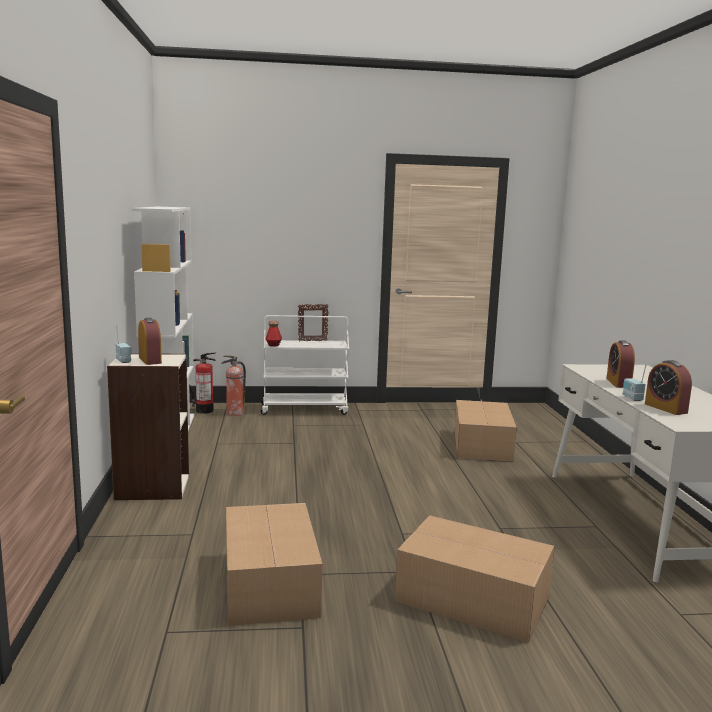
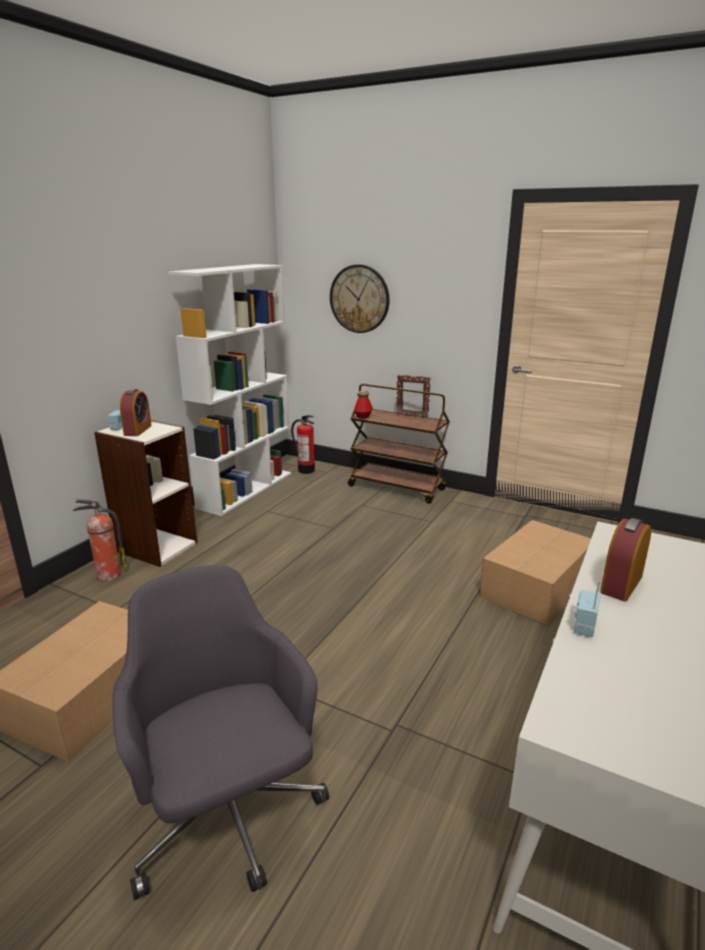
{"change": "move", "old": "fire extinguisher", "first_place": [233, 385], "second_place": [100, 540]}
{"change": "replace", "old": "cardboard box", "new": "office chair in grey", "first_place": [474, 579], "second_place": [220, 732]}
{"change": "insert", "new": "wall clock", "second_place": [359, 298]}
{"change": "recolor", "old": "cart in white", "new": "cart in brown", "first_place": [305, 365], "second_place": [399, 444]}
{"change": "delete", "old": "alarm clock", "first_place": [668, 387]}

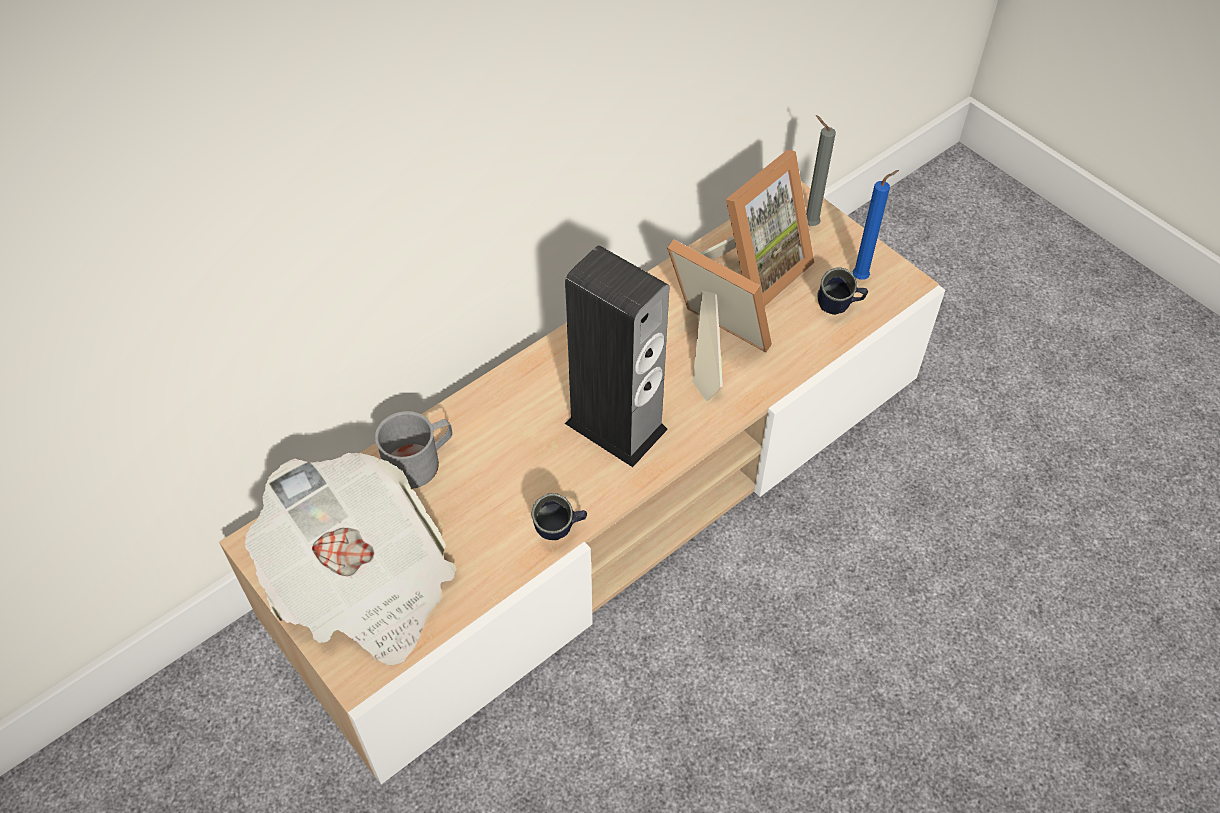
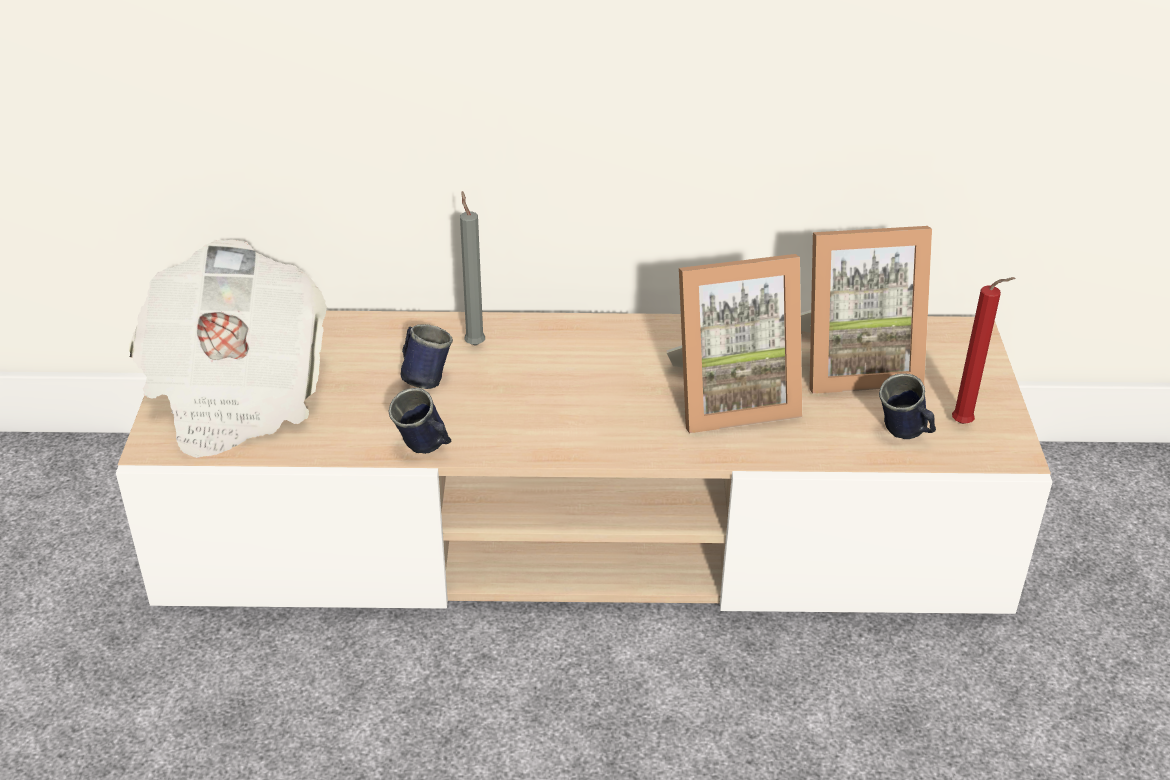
{"change": "insert", "new": "mug in blue", "second_place": [426, 356]}
{"change": "move", "old": "candle in grey", "first_place": [821, 170], "second_place": [472, 268]}
{"change": "rotate", "old": "picture frame", "first_place": [719, 320], "second_place": [734, 343], "degrees": 90}
{"change": "recolor", "old": "candle in blue", "new": "candle in red", "first_place": [876, 225], "second_place": [983, 350]}
{"change": "delete", "old": "mug in grey", "first_place": [414, 450]}
{"change": "delete", "old": "speaker", "first_place": [616, 356]}

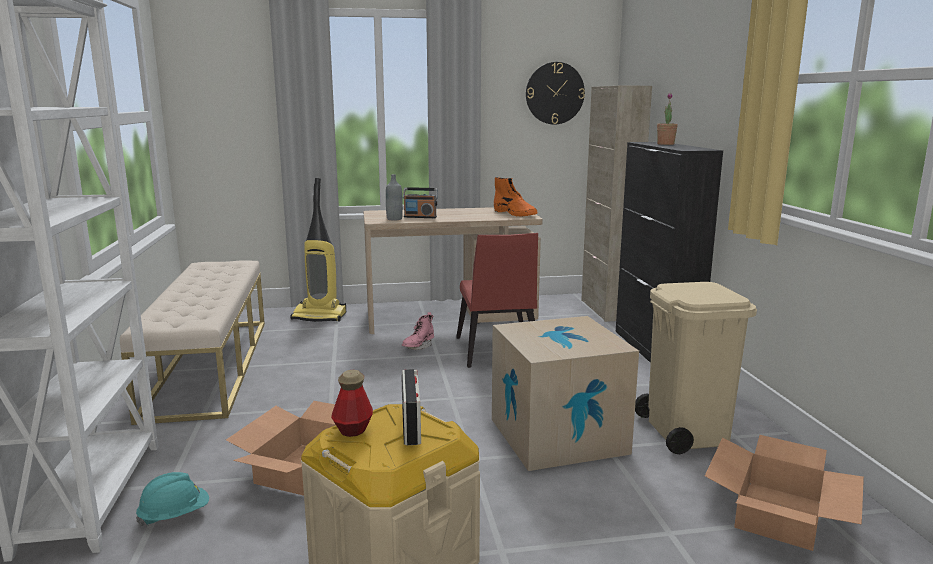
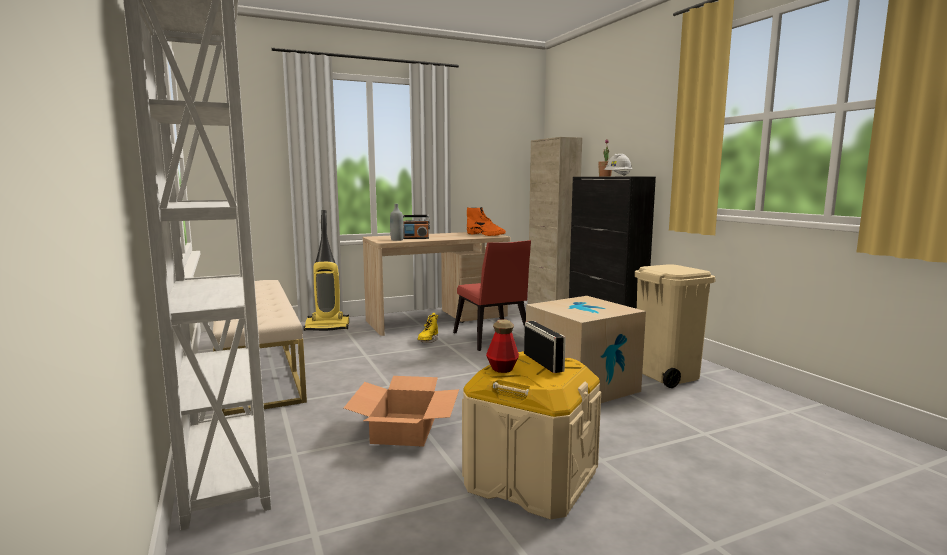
{"change": "recolor", "old": "boot in pink", "new": "boot in yellow", "first_place": [418, 331], "second_place": [427, 328]}
{"change": "insert", "new": "hard hat in white", "second_place": [618, 165]}
{"change": "delete", "old": "hard hat in turquoise", "first_place": [172, 499]}
{"change": "delete", "old": "wall clock", "first_place": [555, 93]}
{"change": "delete", "old": "cardboard box", "first_place": [784, 493]}

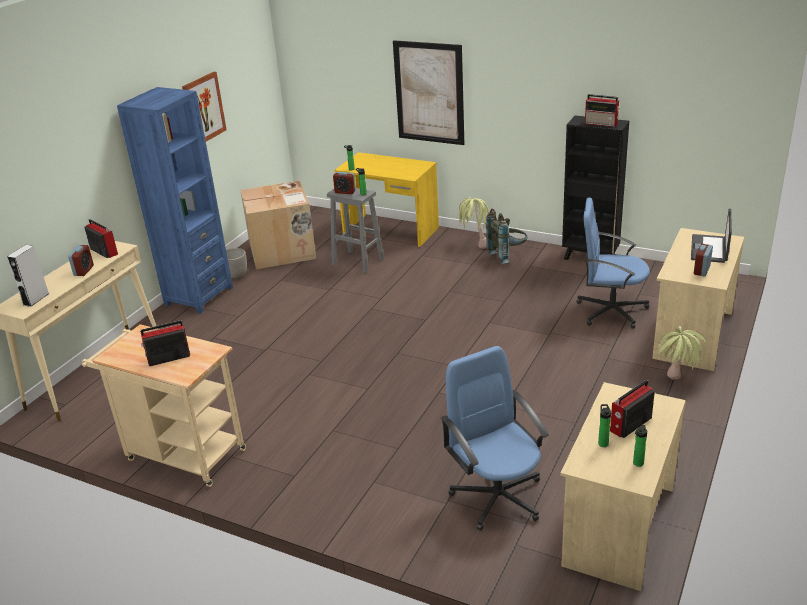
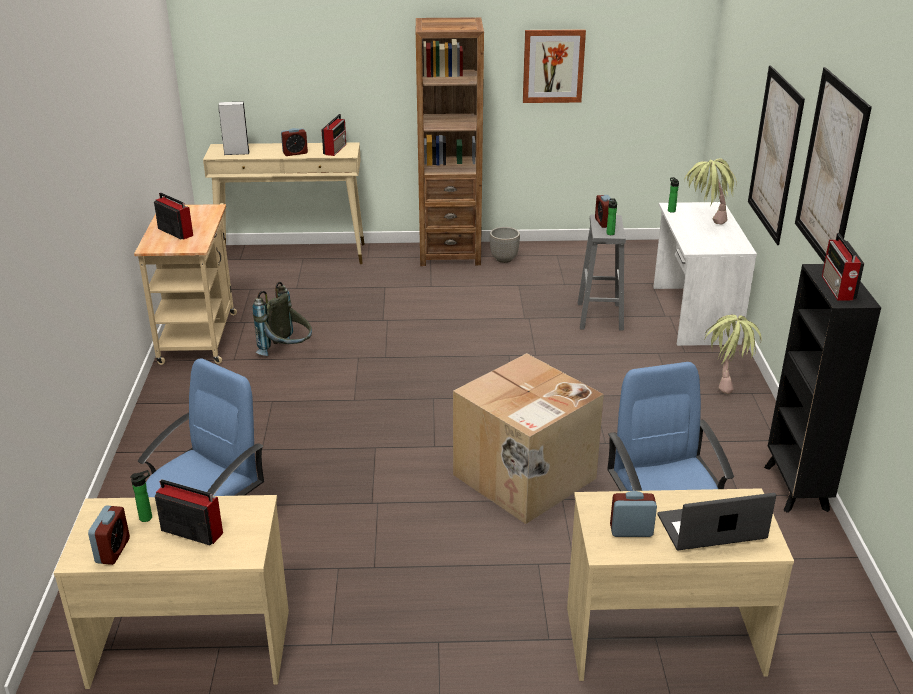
{"change": "replace", "old": "bottle", "new": "alarm clock", "first_place": [640, 446], "second_place": [109, 535]}
{"change": "move", "old": "backpack in grey", "first_place": [507, 236], "second_place": [282, 319]}
{"change": "recolor", "old": "bookcase in blue", "new": "bookcase in brown", "first_place": [175, 200], "second_place": [450, 142]}
{"change": "move", "old": "cardboard box", "first_place": [278, 225], "second_place": [528, 438]}
{"change": "recolor", "old": "desk in yellow", "new": "desk in white", "first_place": [386, 199], "second_place": [705, 274]}
{"change": "move", "old": "potted plant", "first_place": [682, 353], "second_place": [710, 191]}
{"change": "insert", "new": "picture", "second_place": [833, 164]}

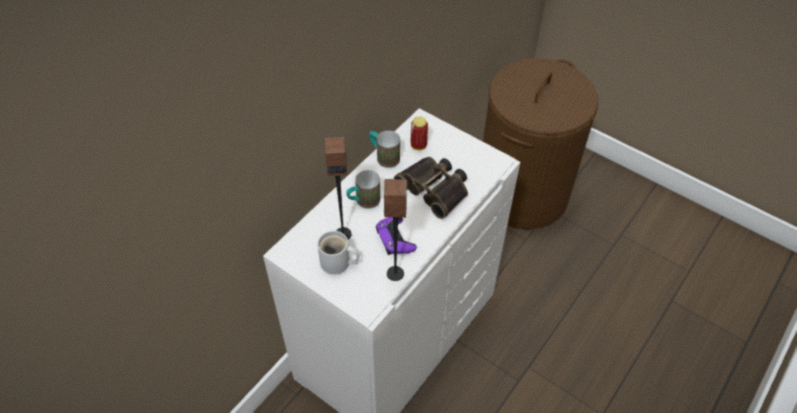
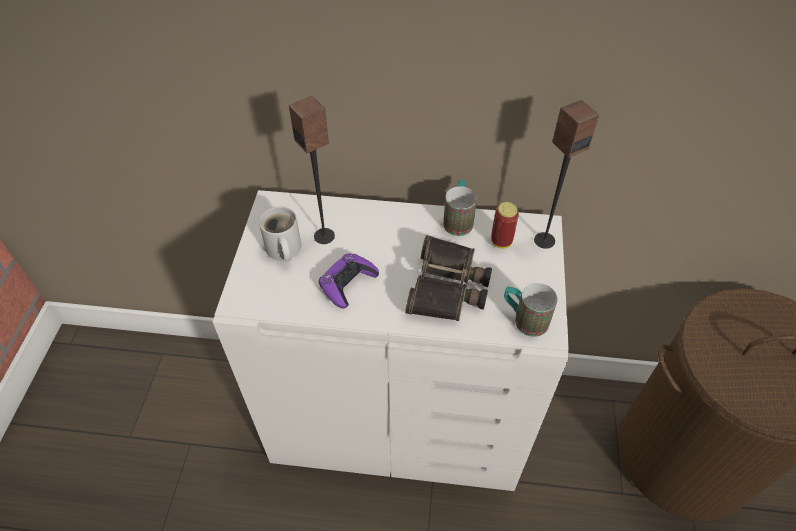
{"change": "move", "old": "mug", "first_place": [363, 189], "second_place": [530, 310]}
{"change": "move", "old": "speaker", "first_place": [395, 230], "second_place": [566, 174]}

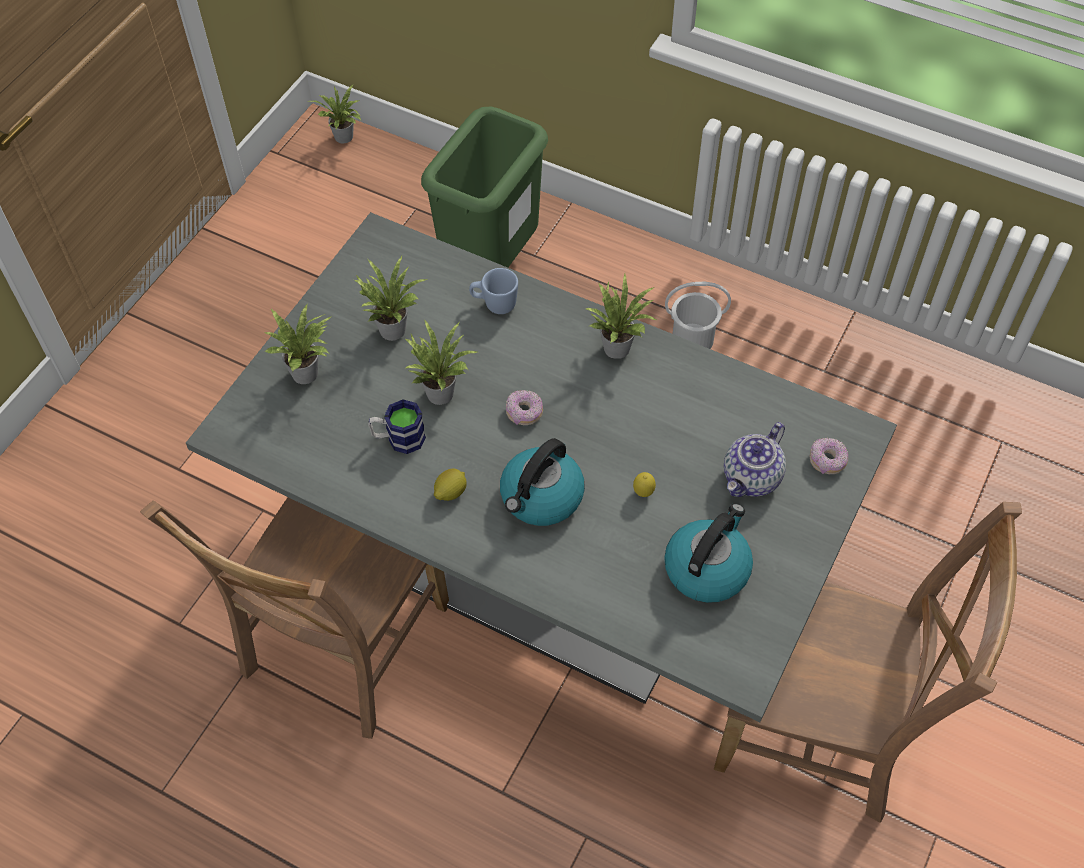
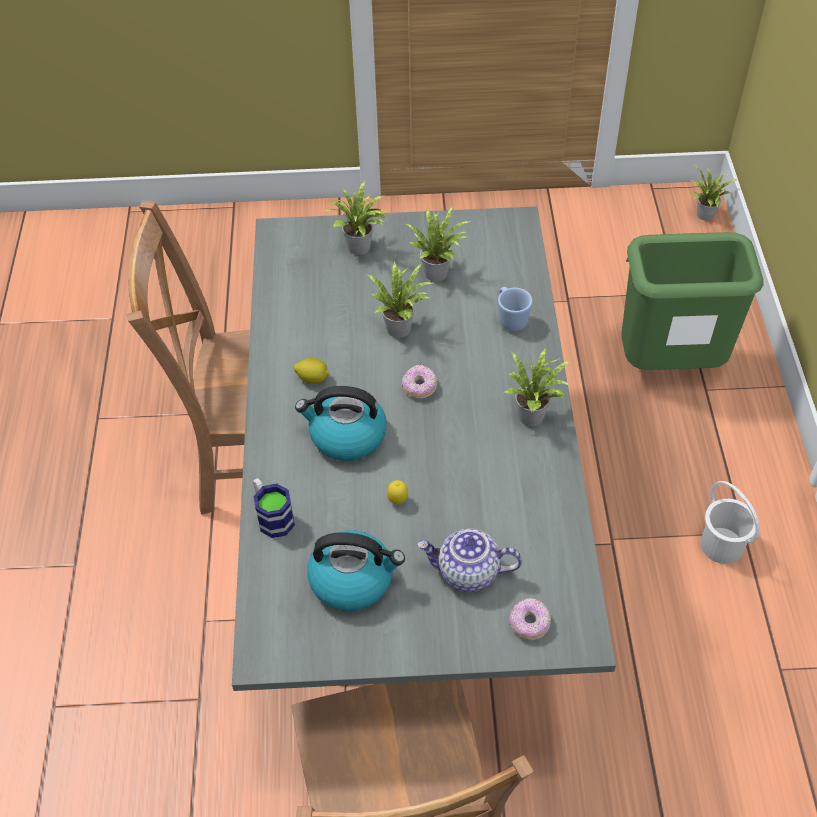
{"change": "move", "old": "mug", "first_place": [397, 427], "second_place": [274, 508]}

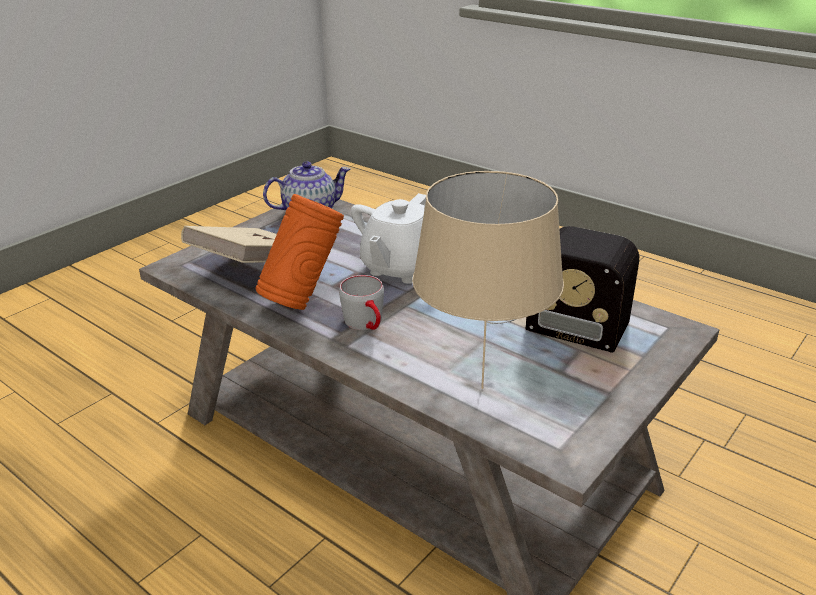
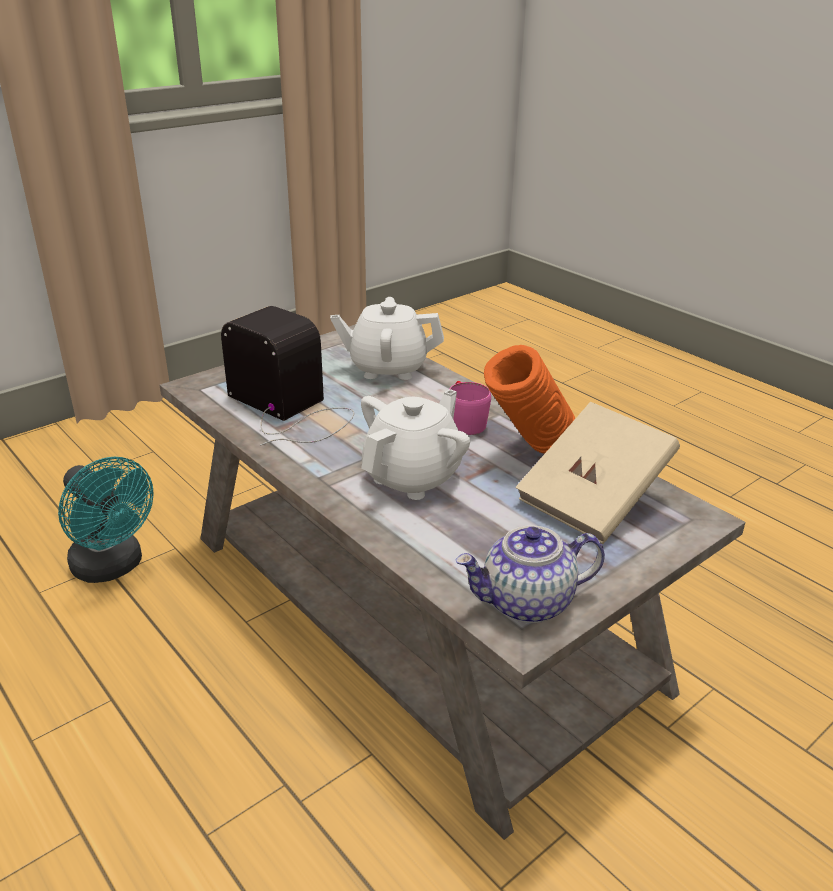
{"change": "insert", "new": "fan in turquoise", "second_place": [106, 520]}
{"change": "replace", "old": "table lamp in beige", "new": "teapot in white", "first_place": [488, 280], "second_place": [387, 338]}
{"change": "recolor", "old": "mug in grey", "new": "mug in pink", "first_place": [361, 302], "second_place": [470, 408]}

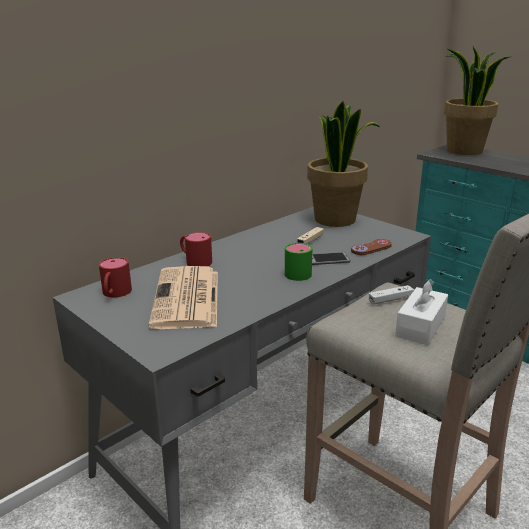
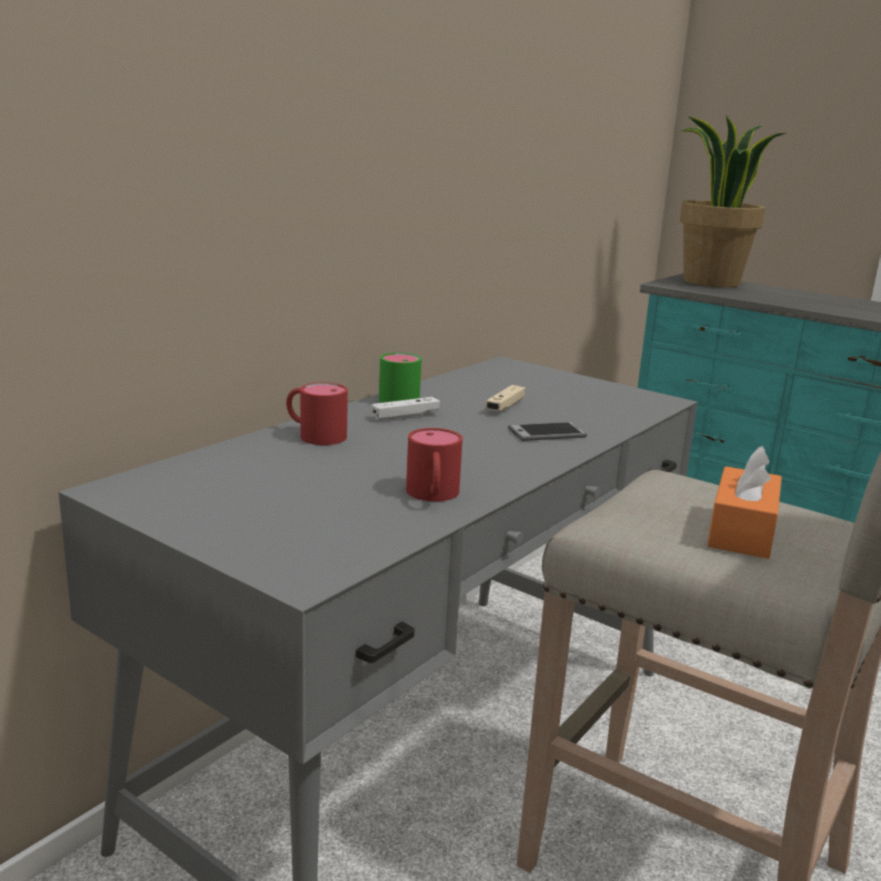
{"change": "move", "old": "game controller in white", "first_place": [391, 295], "second_place": [406, 409]}
{"change": "move", "old": "mug in green", "first_place": [299, 262], "second_place": [400, 378]}
{"change": "move", "old": "mug in red", "first_place": [115, 277], "second_place": [434, 465]}
{"change": "recolor", "old": "tissue box in white", "new": "tissue box in orange", "first_place": [421, 312], "second_place": [744, 502]}
{"change": "delete", "old": "newspaper", "first_place": [183, 297]}
{"change": "delete", "old": "potted plant", "first_place": [343, 164]}
{"change": "delete", "old": "game controller in brown", "first_place": [371, 247]}

